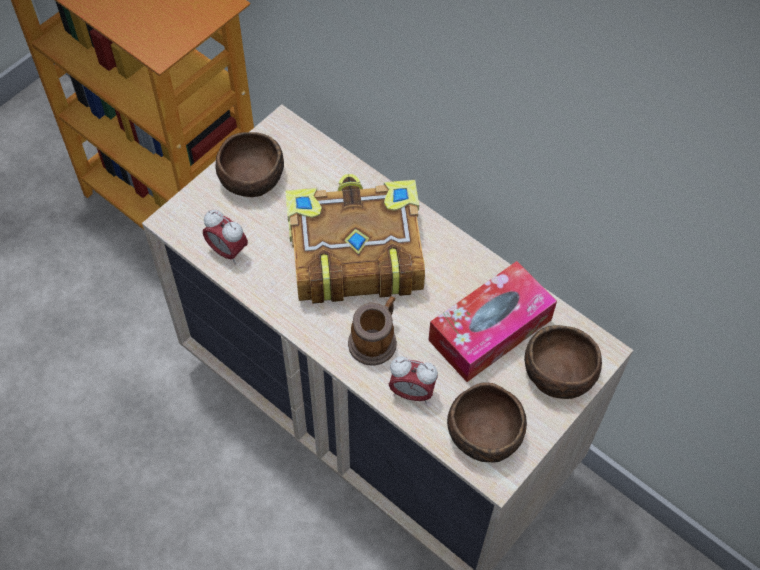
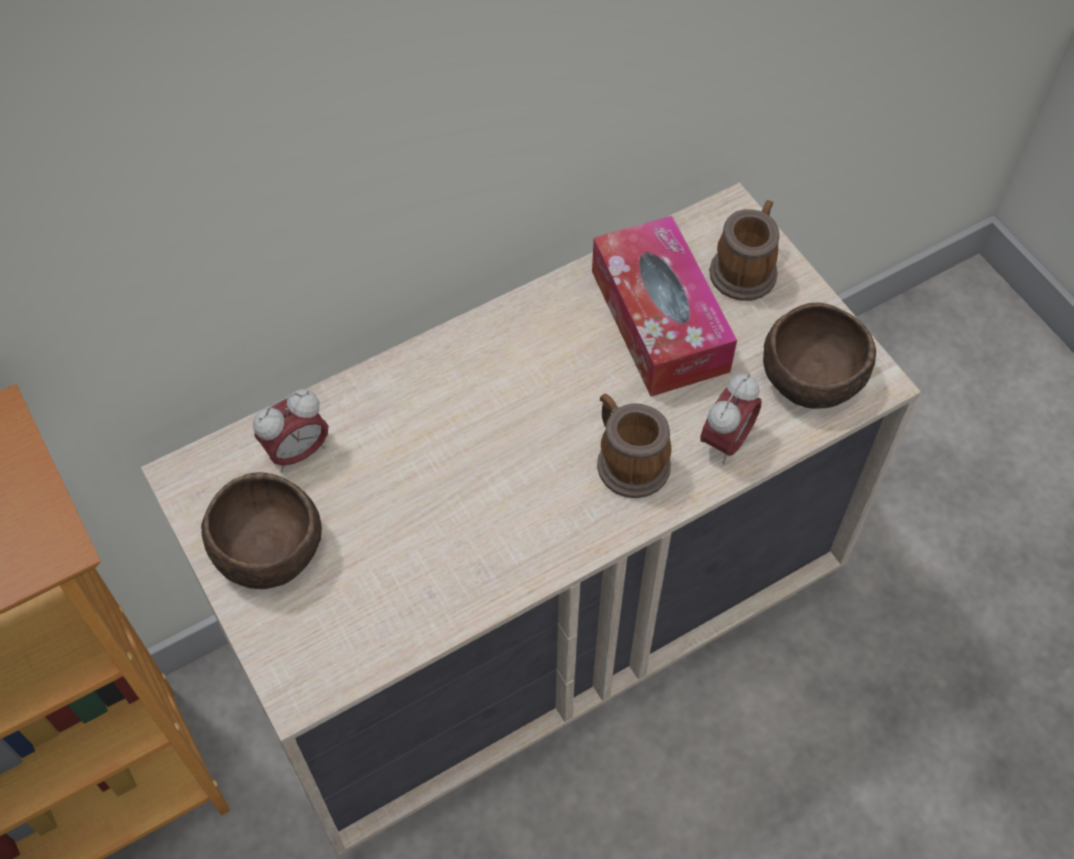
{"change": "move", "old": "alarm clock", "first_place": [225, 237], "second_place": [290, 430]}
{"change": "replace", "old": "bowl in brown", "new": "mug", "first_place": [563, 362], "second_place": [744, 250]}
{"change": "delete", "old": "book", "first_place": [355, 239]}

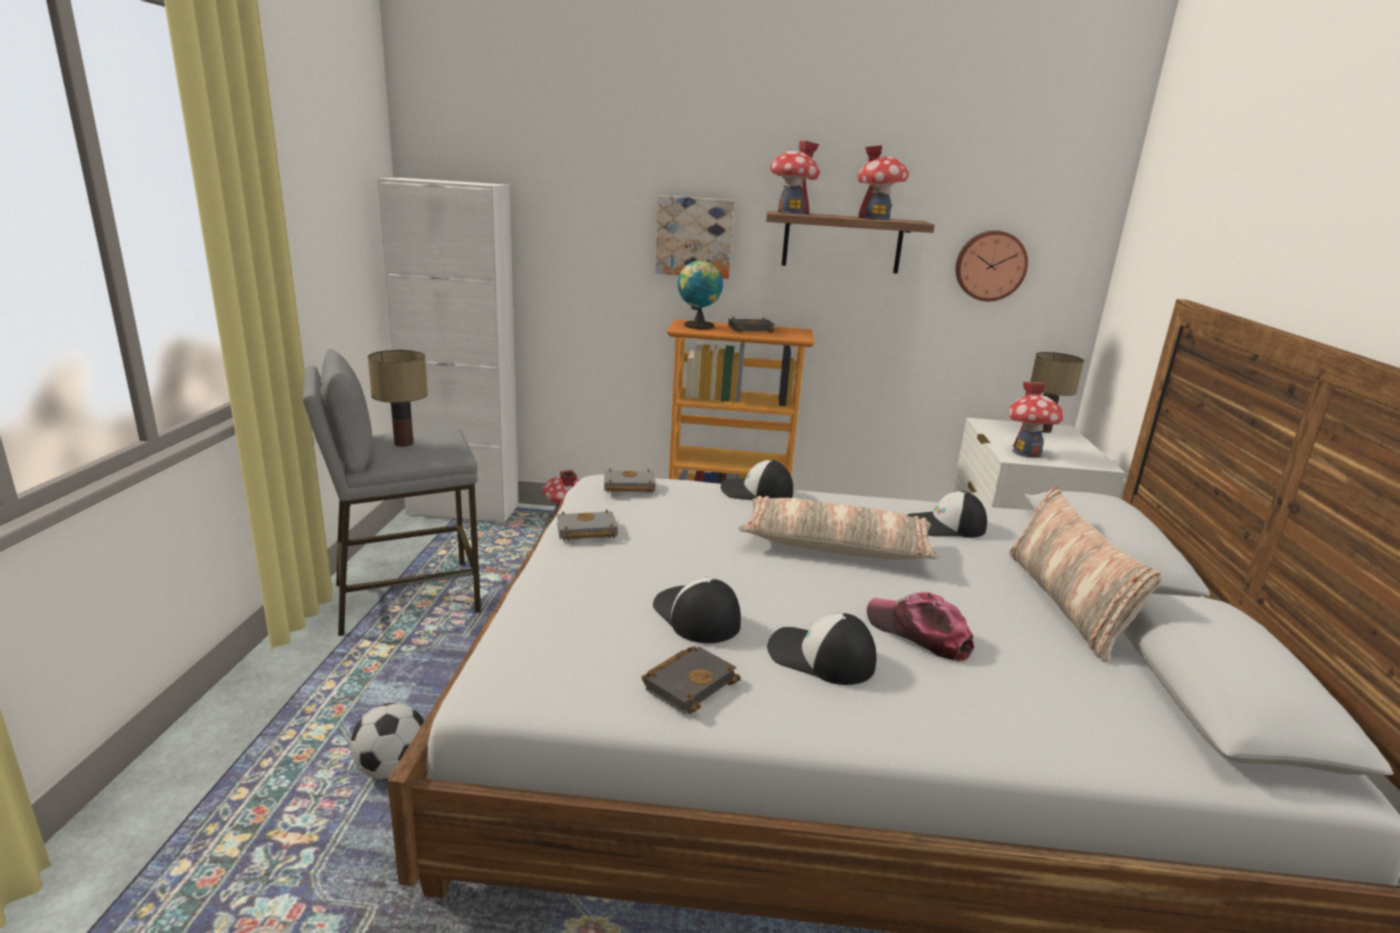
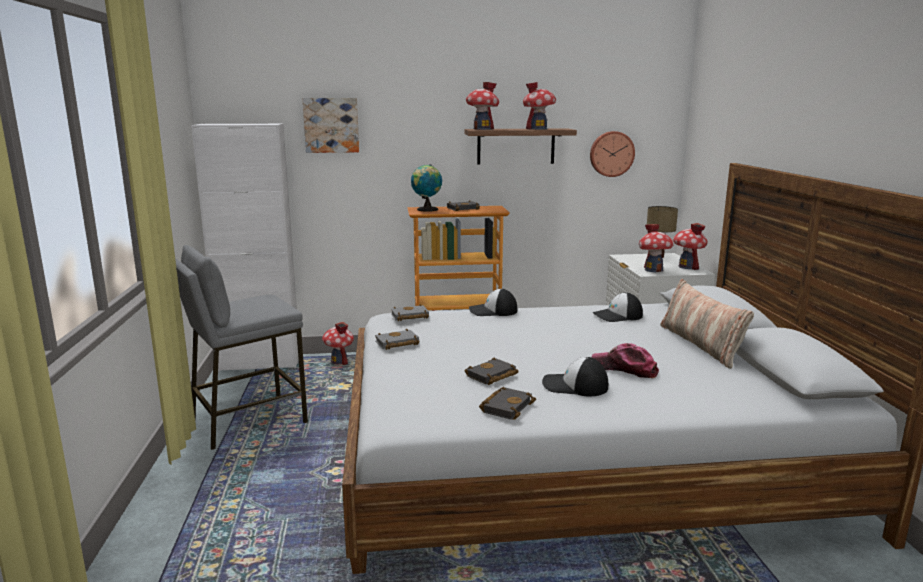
{"change": "move", "old": "picture", "first_place": [695, 237], "second_place": [331, 125]}
{"change": "replace", "old": "cap", "new": "book in black", "first_place": [697, 610], "second_place": [492, 371]}
{"change": "insert", "new": "toy house", "second_place": [690, 246]}
{"change": "delete", "old": "football", "first_place": [387, 741]}
{"change": "delete", "old": "table lamp", "first_place": [398, 398]}
{"change": "delete", "old": "pillow", "first_place": [838, 528]}

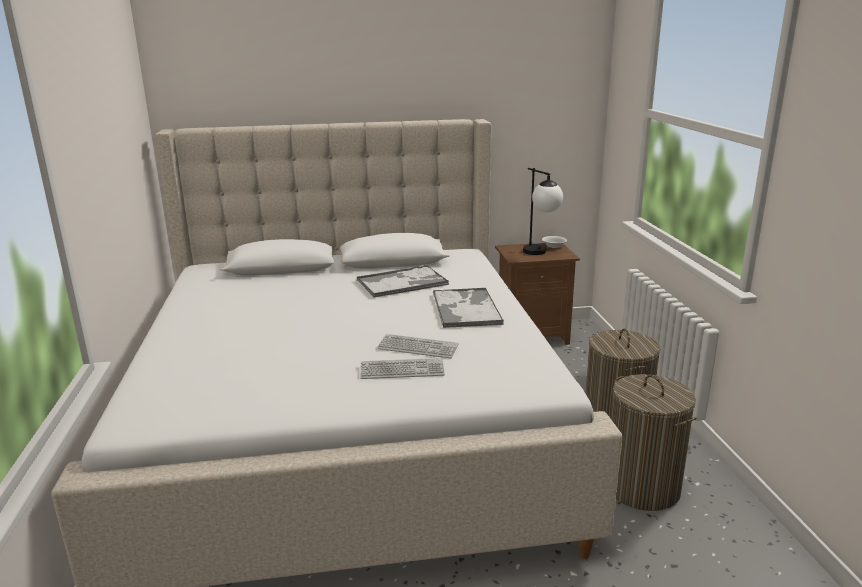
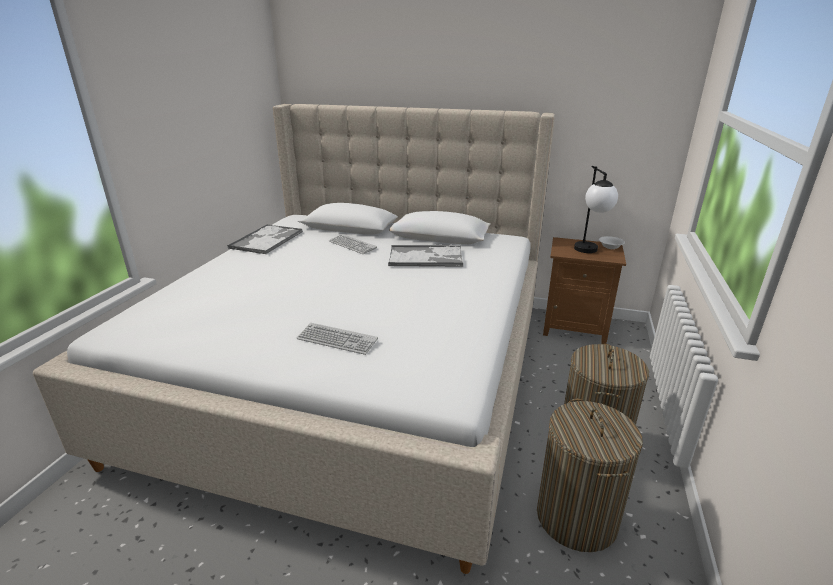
{"change": "move", "old": "tray", "first_place": [468, 308], "second_place": [265, 239]}
{"change": "move", "old": "keyboard", "first_place": [418, 346], "second_place": [353, 244]}

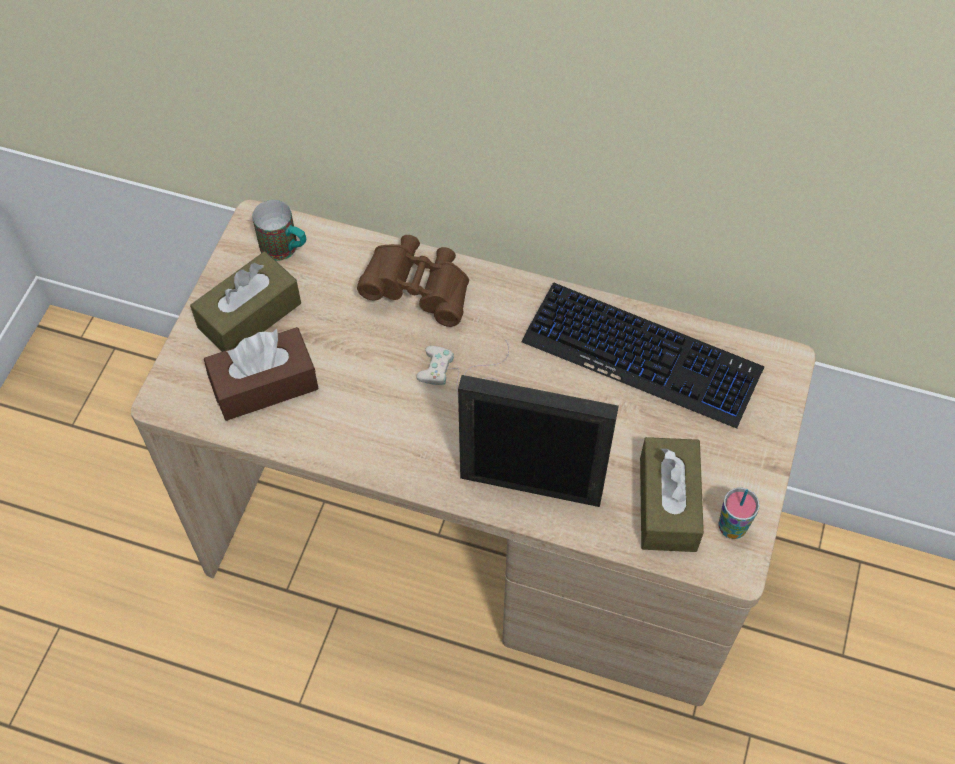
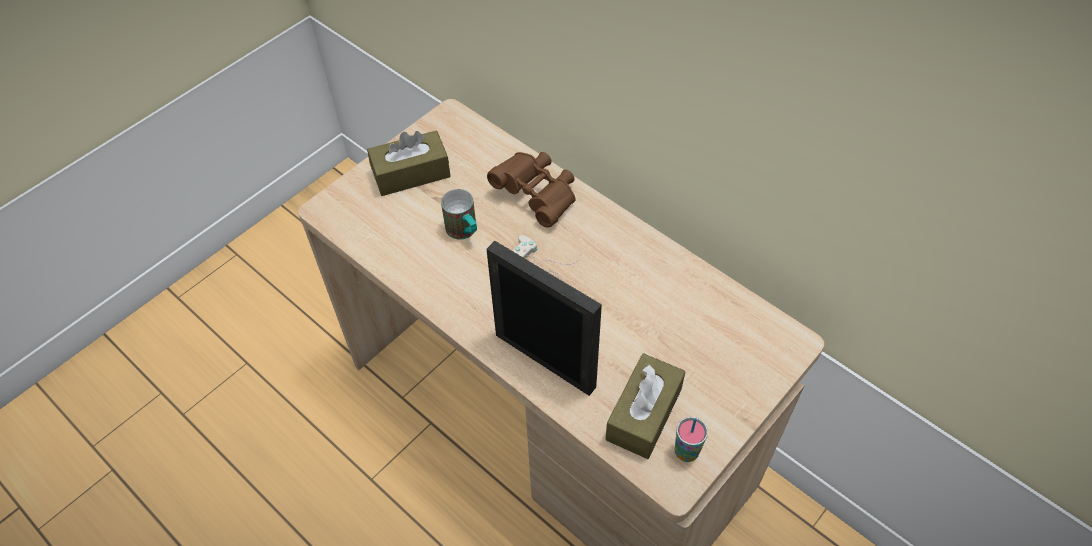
{"change": "move", "old": "mug", "first_place": [279, 230], "second_place": [459, 214]}
{"change": "delete", "old": "tissue box in brown", "first_place": [261, 374]}
{"change": "delete", "old": "keyboard", "first_place": [643, 356]}

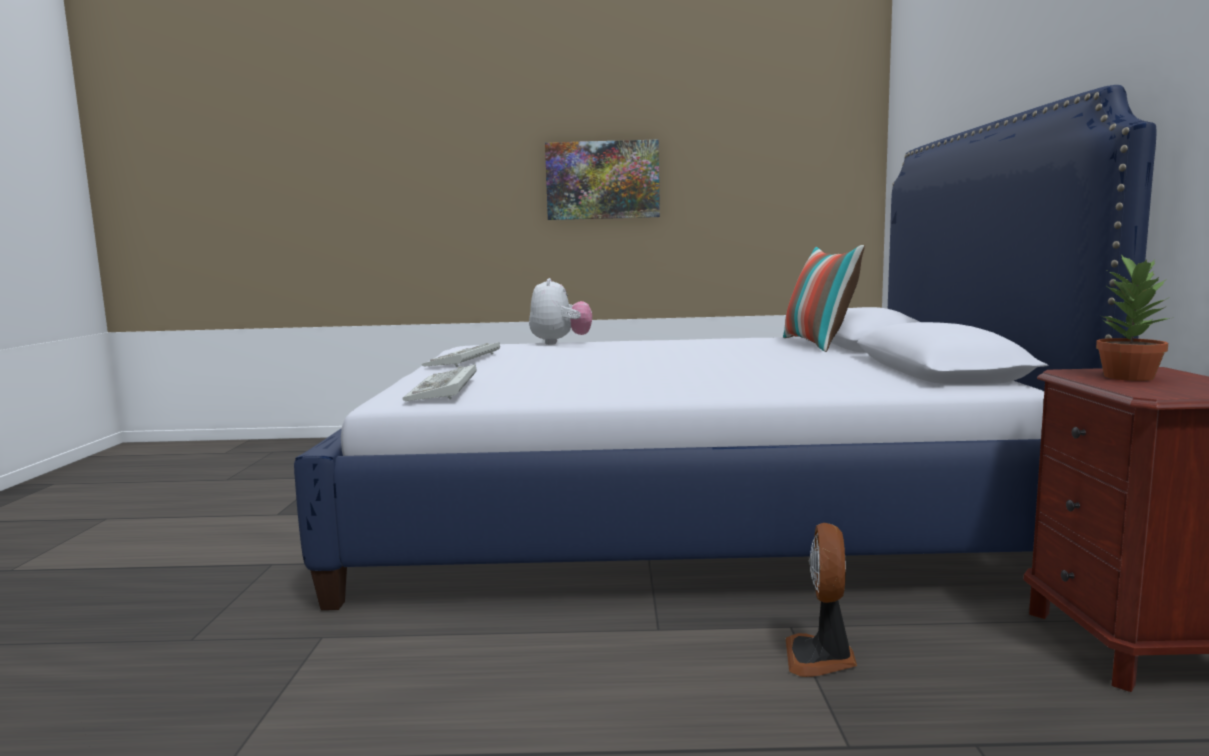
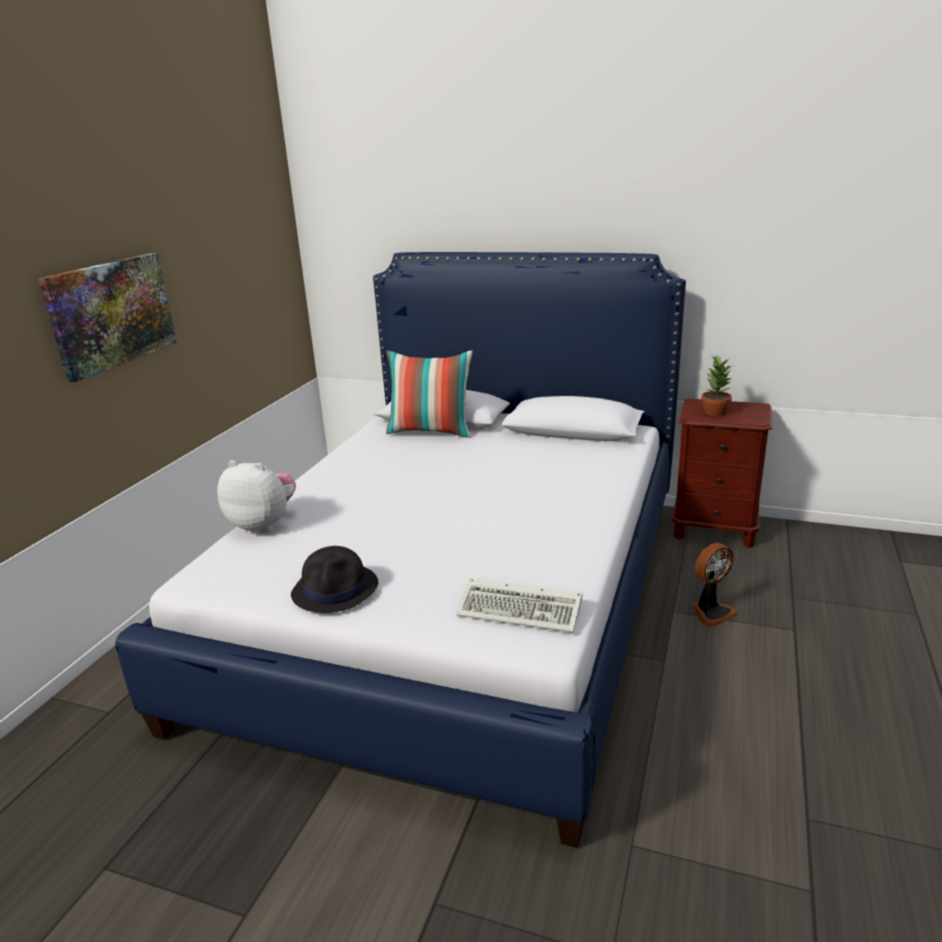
{"change": "replace", "old": "keyboard", "new": "hat in black", "first_place": [461, 354], "second_place": [334, 579]}
{"change": "rotate", "old": "fan", "first_place": [821, 600], "second_place": [715, 585], "degrees": -60}

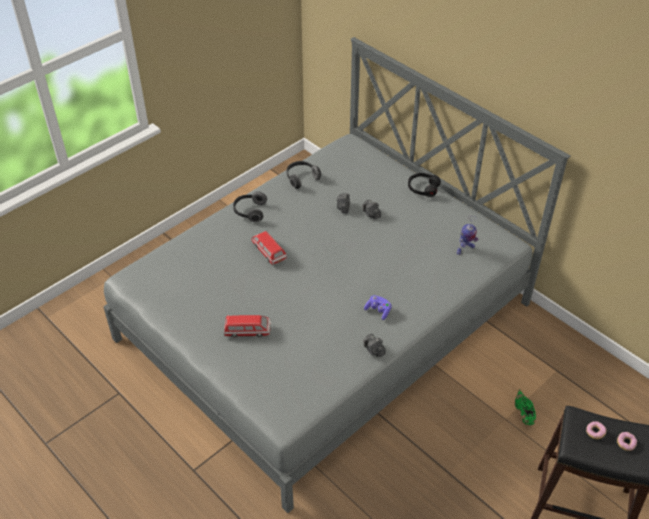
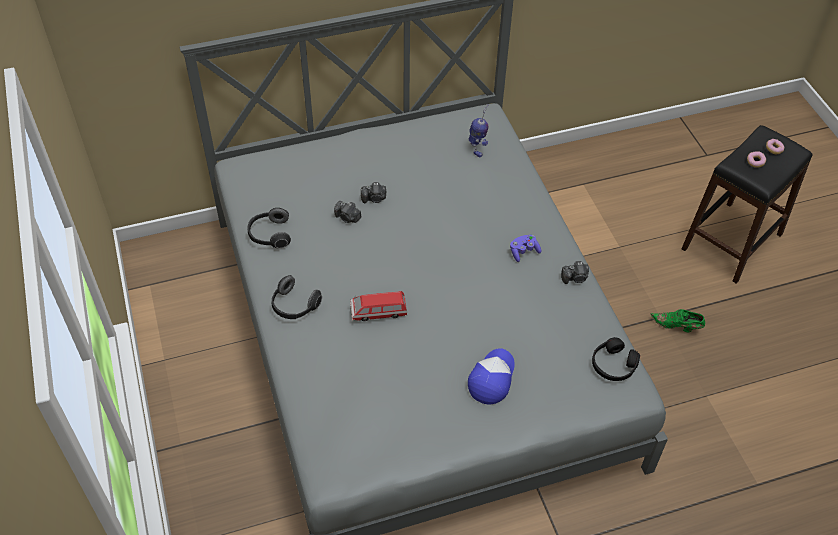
{"change": "replace", "old": "toy car", "new": "cap", "first_place": [247, 326], "second_place": [491, 376]}
{"change": "move", "old": "headphones in black", "first_place": [424, 185], "second_place": [616, 359]}
{"change": "move", "old": "shoe in green", "first_place": [525, 407], "second_place": [677, 320]}

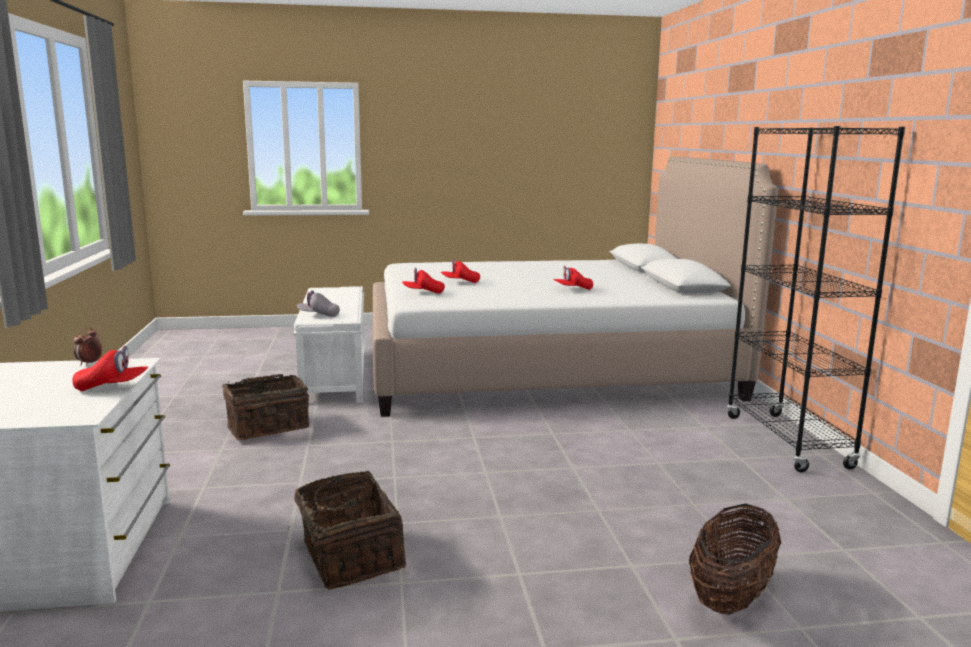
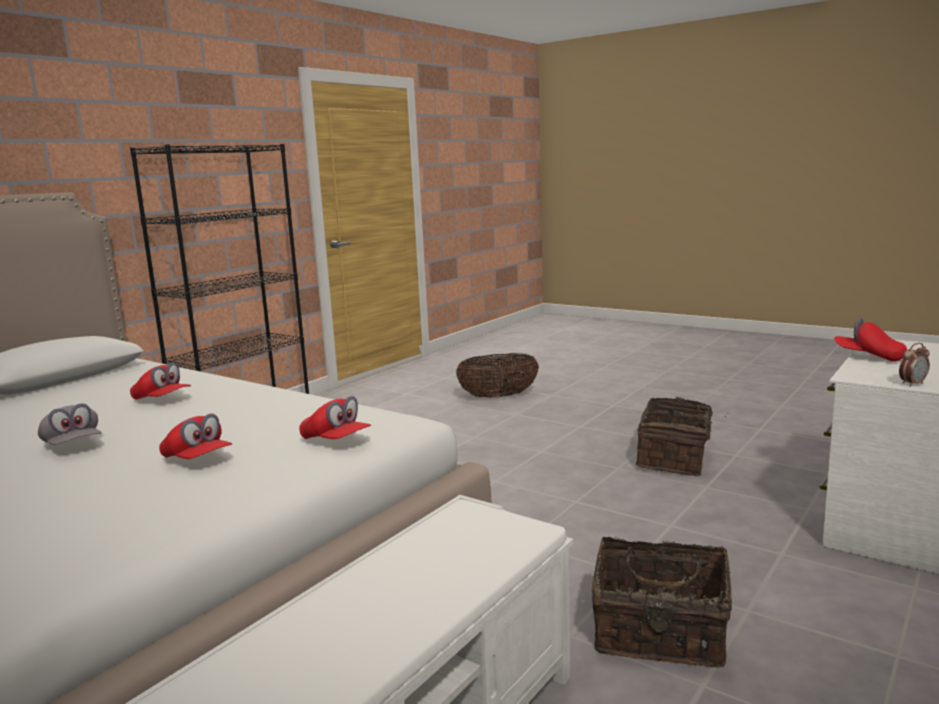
{"change": "move", "old": "cap in grey", "first_place": [318, 303], "second_place": [69, 424]}

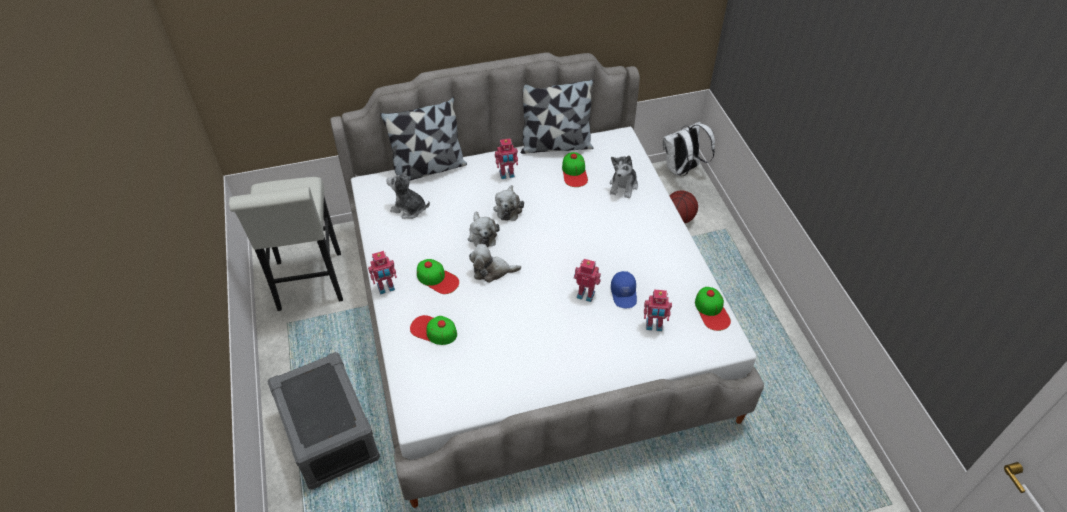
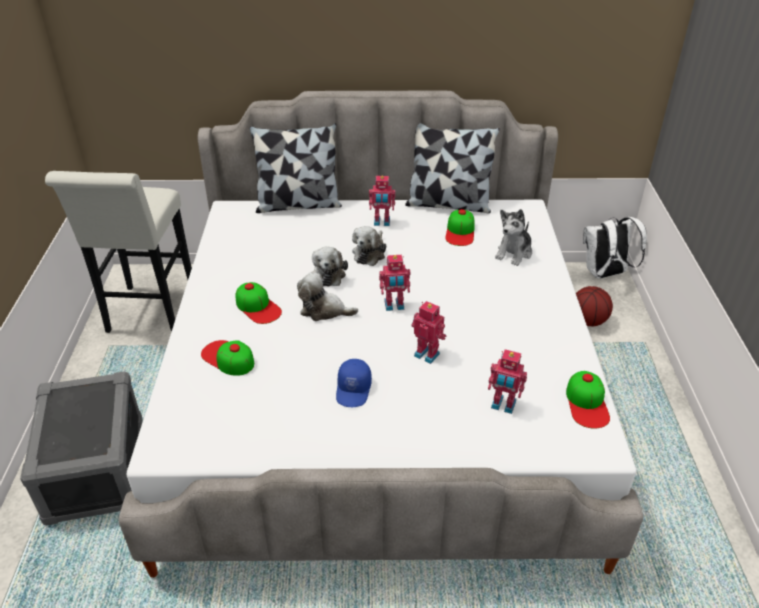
{"change": "move", "old": "cap in blue", "first_place": [624, 289], "second_place": [354, 383]}
{"change": "move", "old": "toy robot", "first_place": [382, 273], "second_place": [394, 283]}
{"change": "delete", "old": "plush toy", "first_place": [408, 194]}

